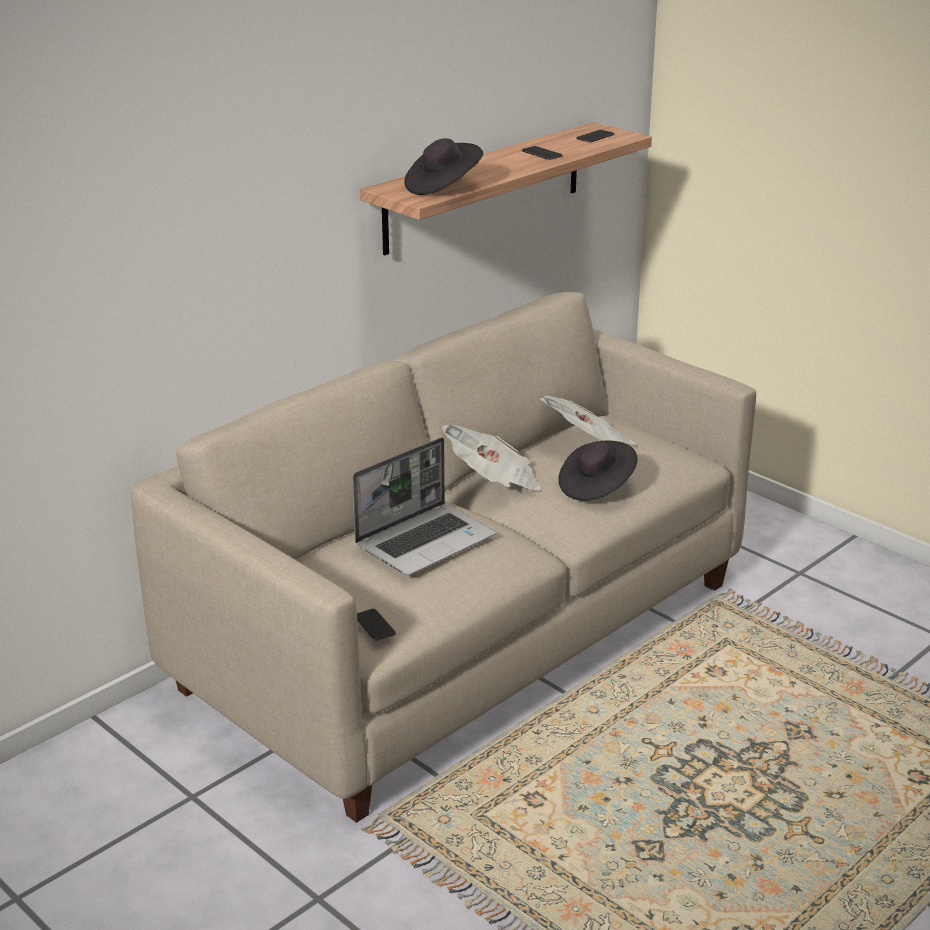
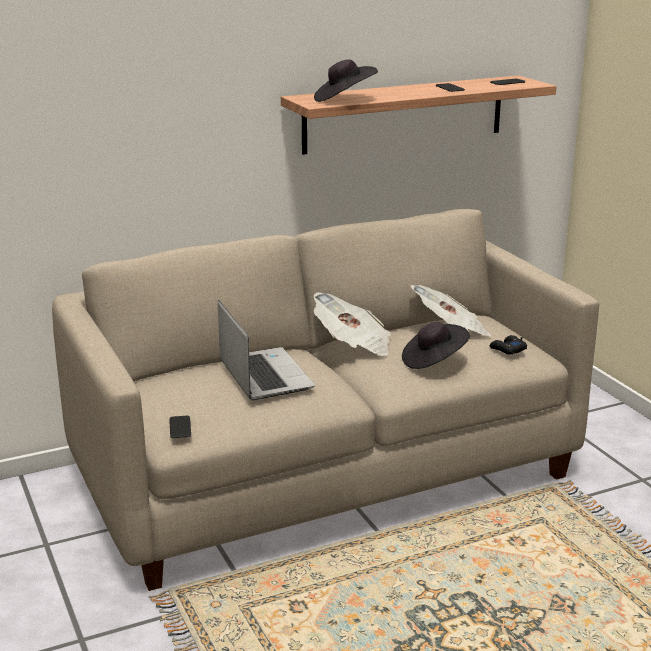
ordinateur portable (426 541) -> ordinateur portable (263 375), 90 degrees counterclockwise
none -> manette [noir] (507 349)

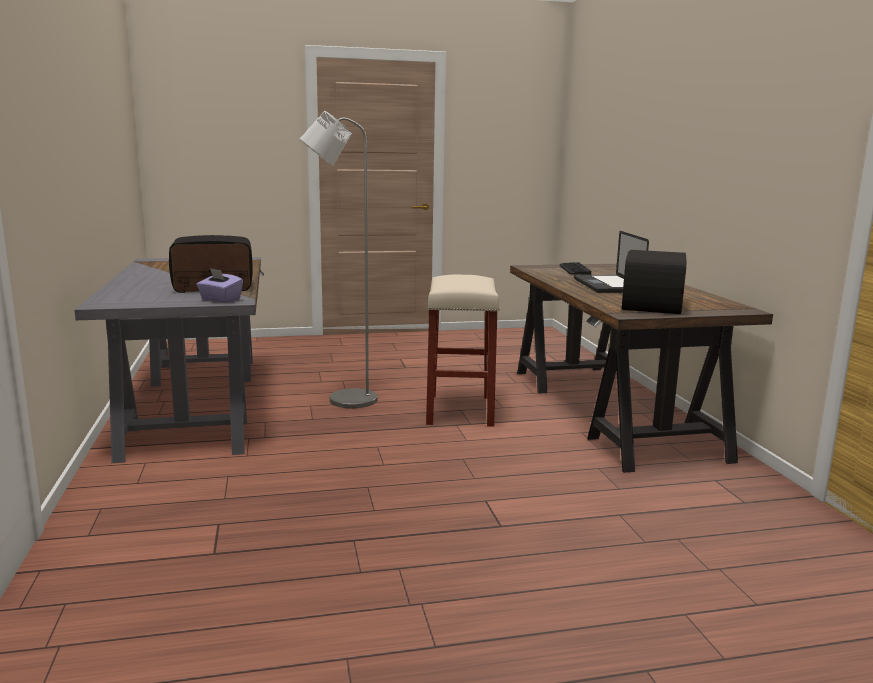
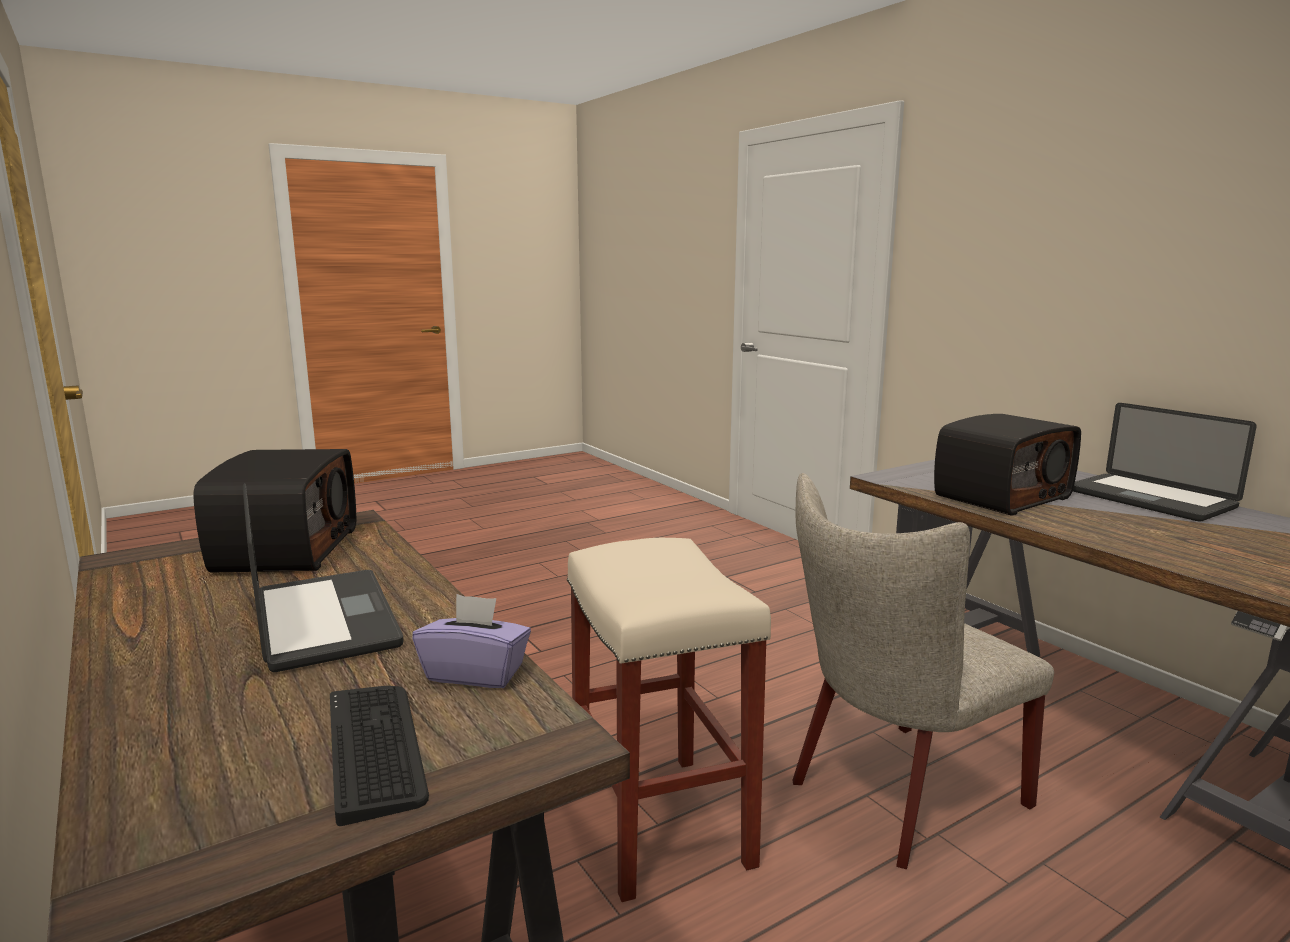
lampadaire [gris] (343 400) -> chaise [beige] (897 796)
boîte à mouchoirs [violet] (220 300) -> boîte à mouchoirs [violet] (475 673), move
none -> ordinateur portable (1149 499)

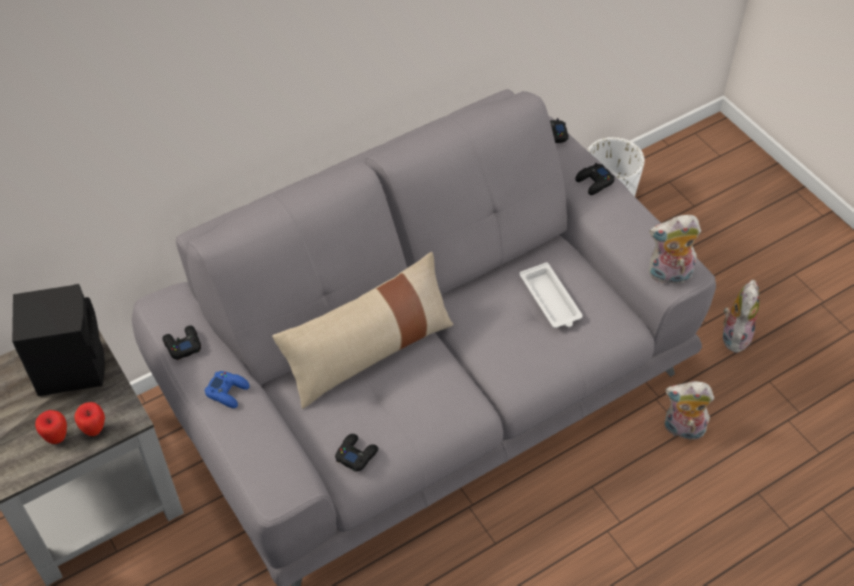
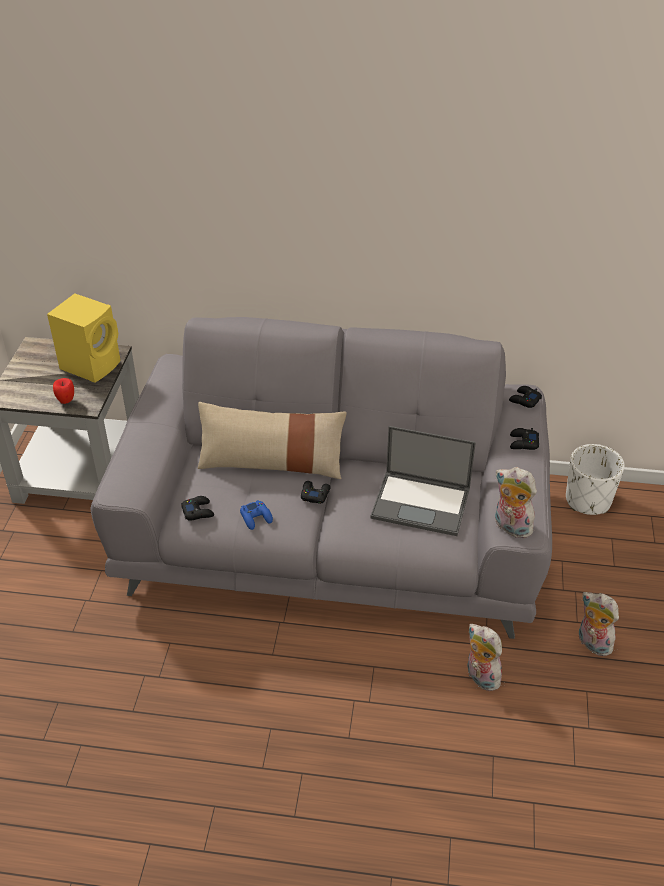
plateau [blanc] (550 300) -> ordinateur portable (422 503)
peluche (734 335) -> peluche (592 643), 105 degrees counterclockwise
enceinte [noir] (71 365) -> enceinte [jaune] (92 364)
manette [noir] (182 345) -> manette [noir] (315 494), move
manette [bleu] (228 391) -> manette [bleu] (256 517), move
pomme (57 437) -> none

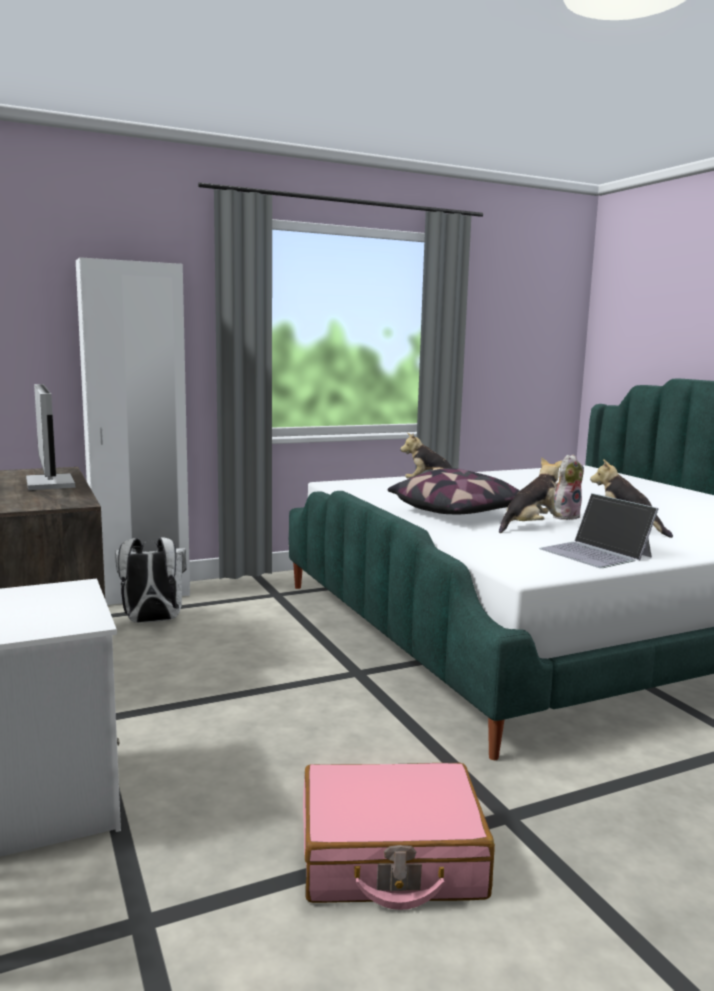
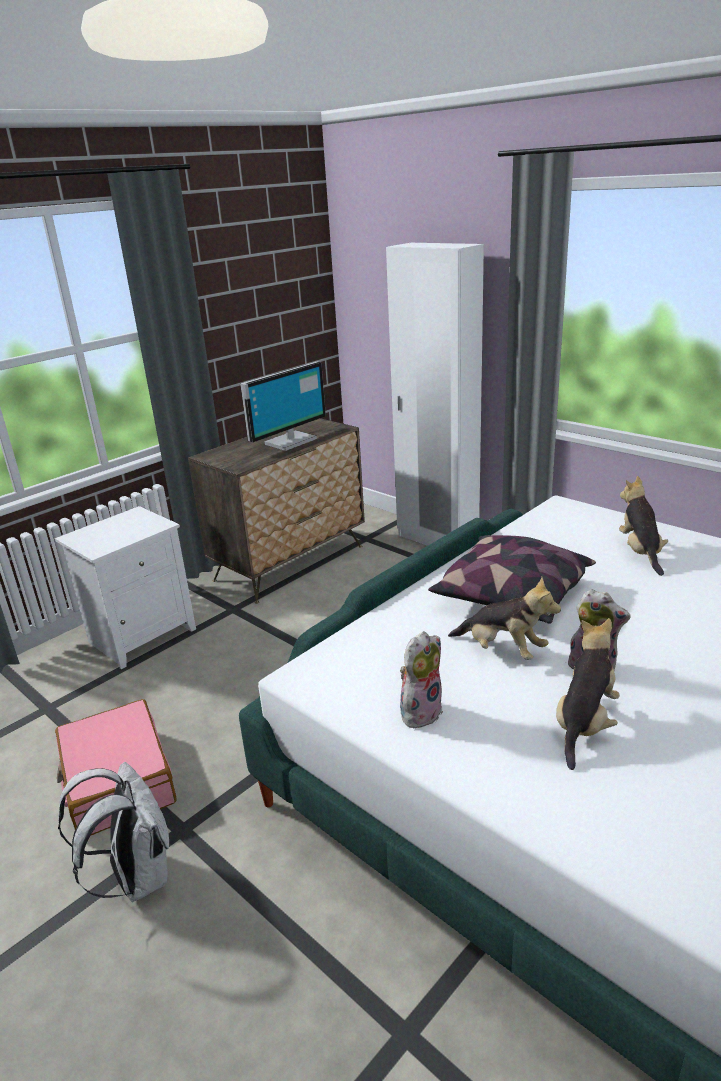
ordinateur portable (596 553) -> peluche (420 711)
sac à dos [blanc] (152 621) -> sac à dos [blanc] (136 876), move

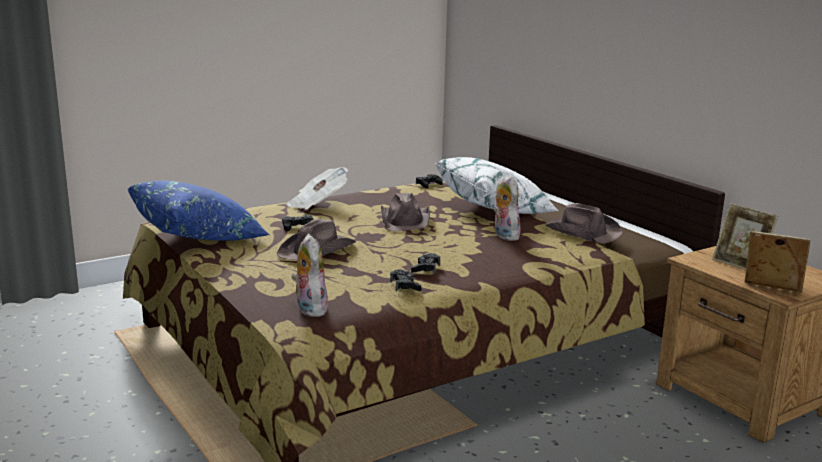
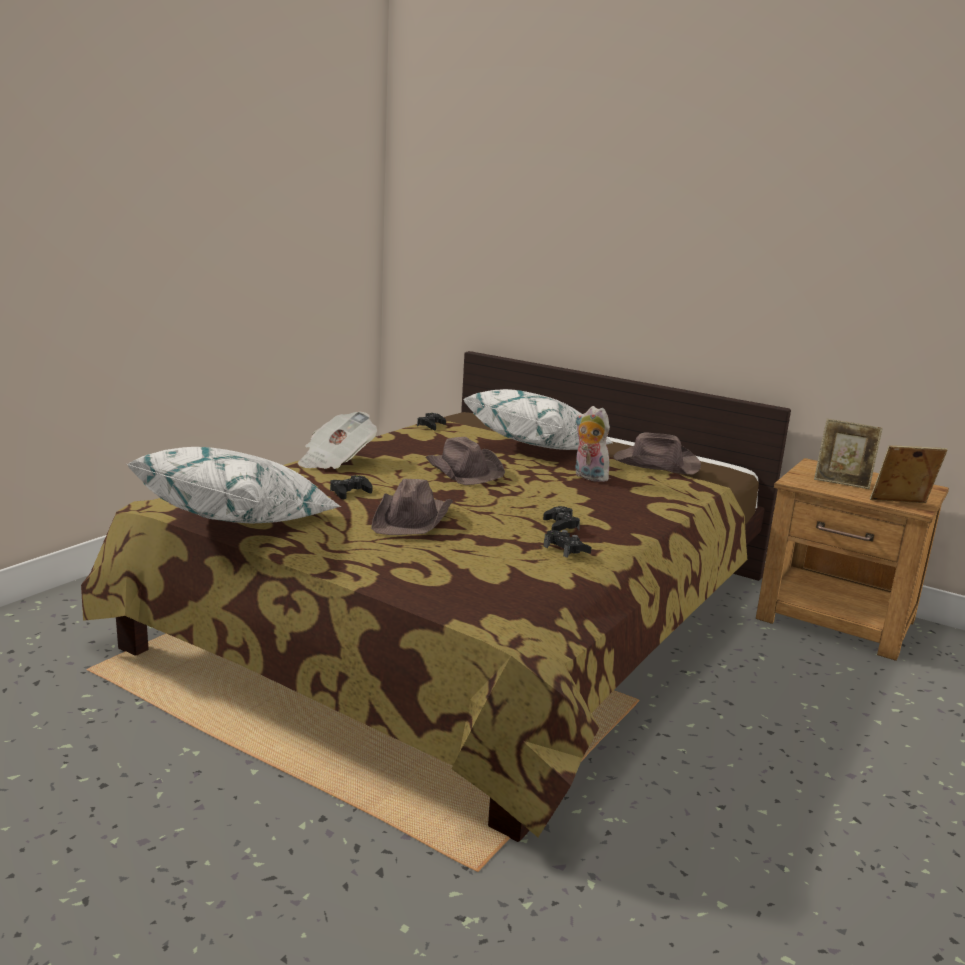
coussin [bleu] (200 237) -> coussin [blanc] (240 520)
peluche (309 309) -> none

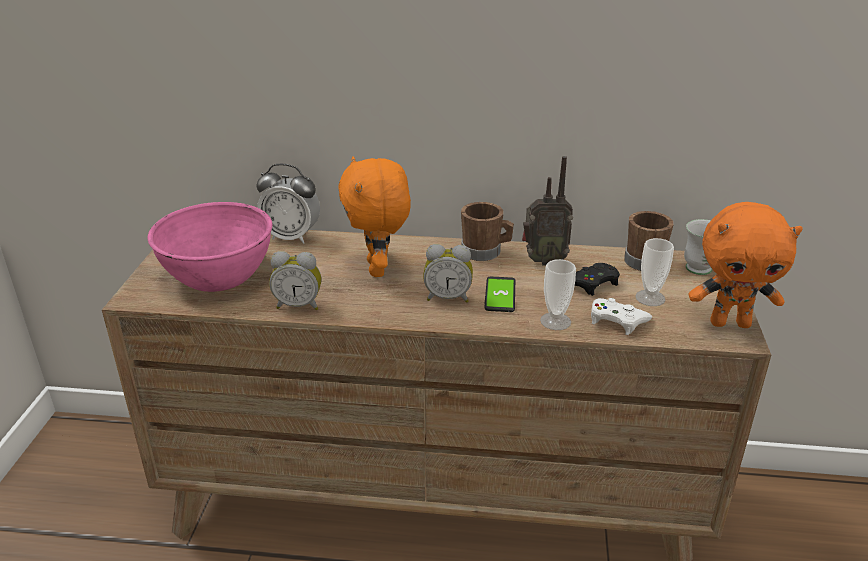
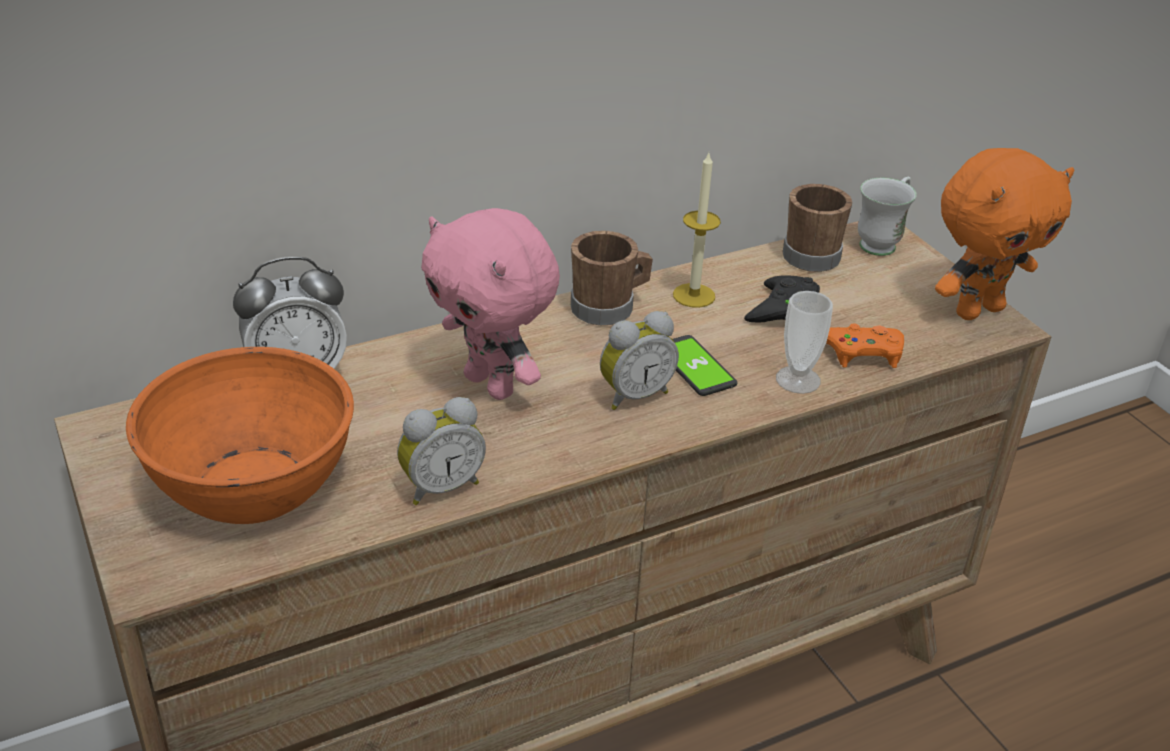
peluche [orange] (379 269) -> peluche [rose] (492 385)
radio (543 260) -> bougie (694 295)
bol [rose] (218 275) -> bol [orange] (252 485)
tasse (650 298) -> none
manette [blanc] (617 320) -> manette [orange] (863 352)

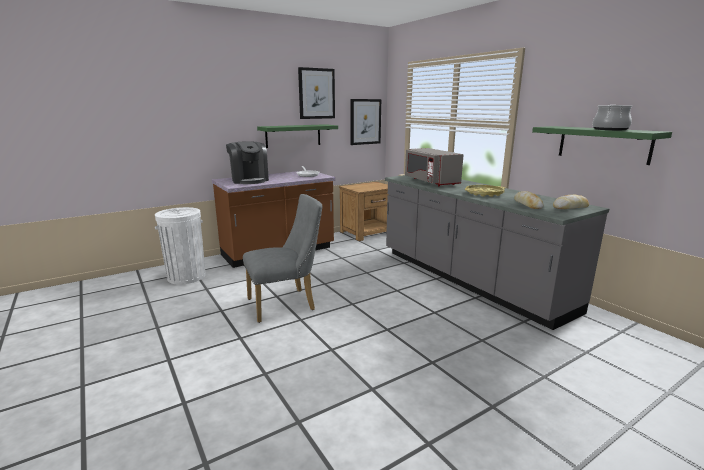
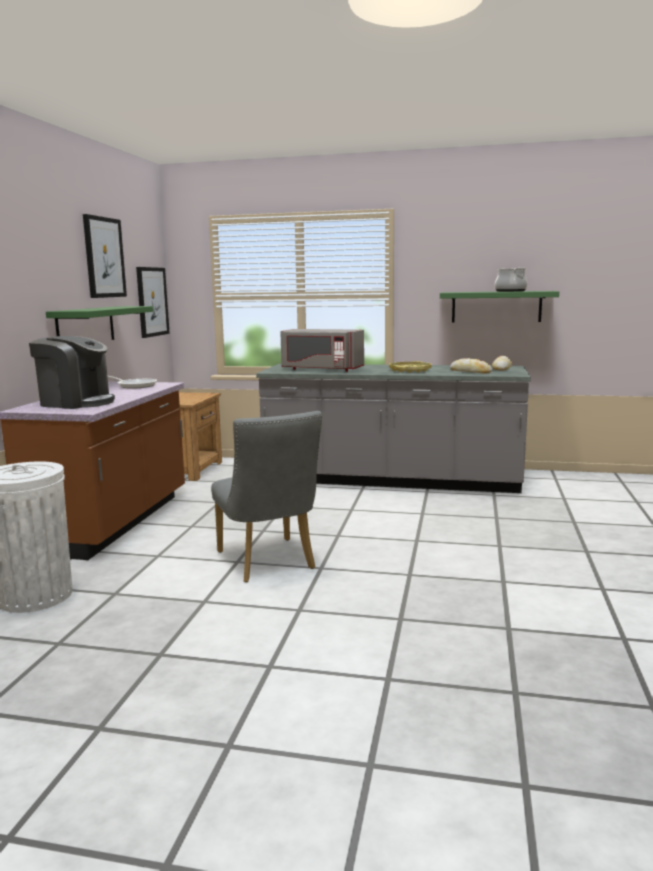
chaise [gris] (286 304) -> chaise [gris] (269 563), 135 degrees clockwise

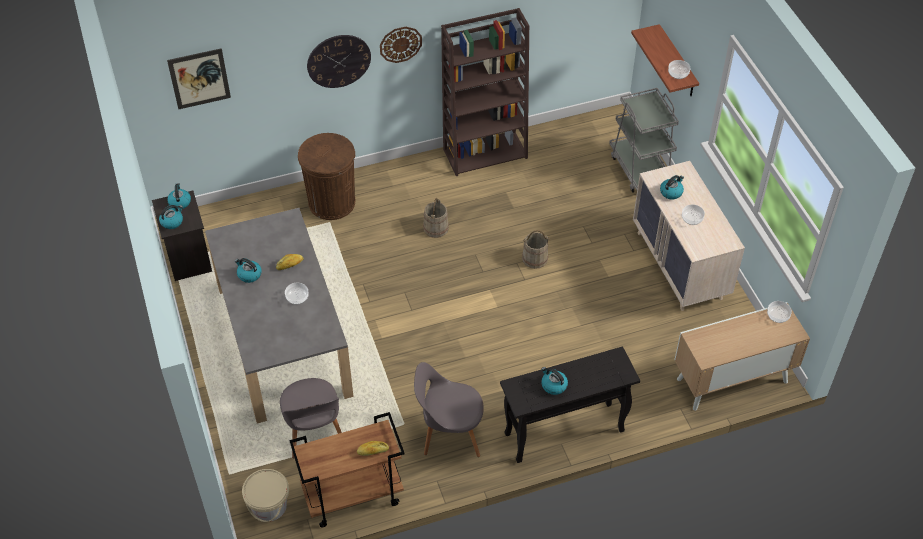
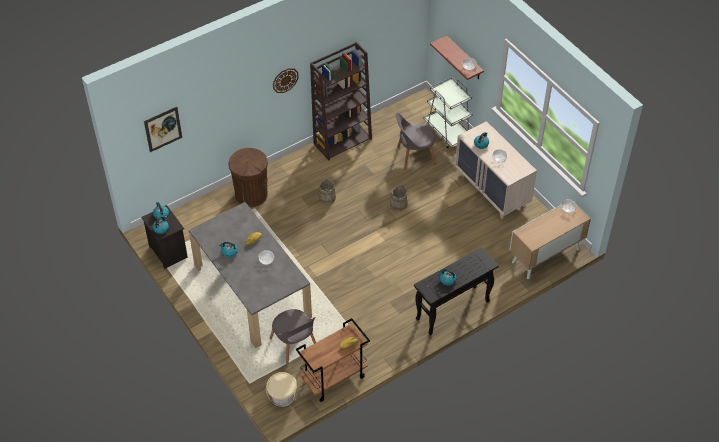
horloge murale (338 61) -> none
chaise [gris] (449 432) -> chaise [gris] (414 155), move

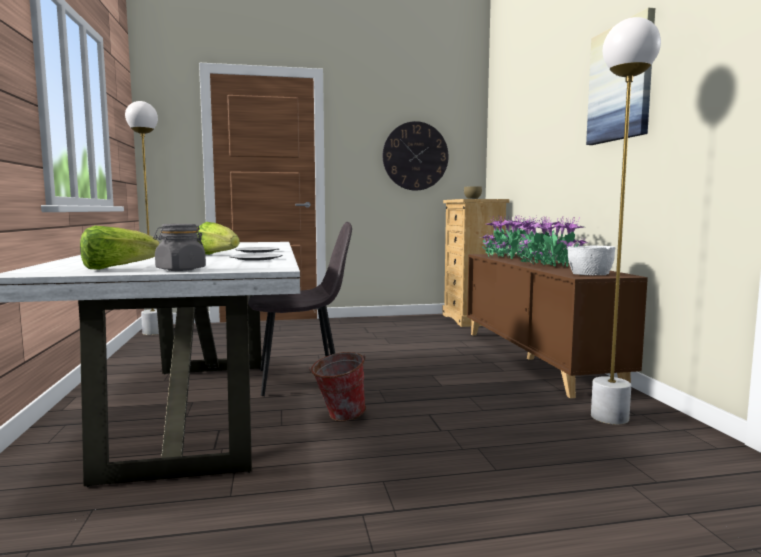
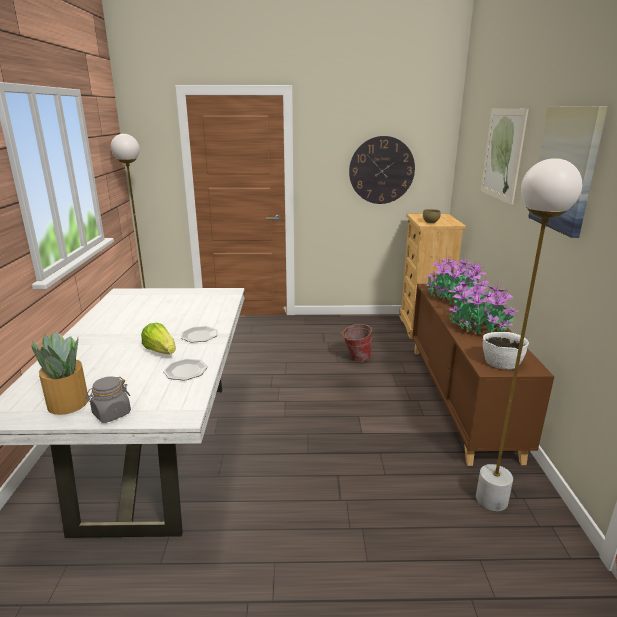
chaise [gris] (302 379) -> none
laitue (117 268) -> plante en pot (67 403)
seau (338 417) -> seau (355 359), move
none -> tableau (502 154)

